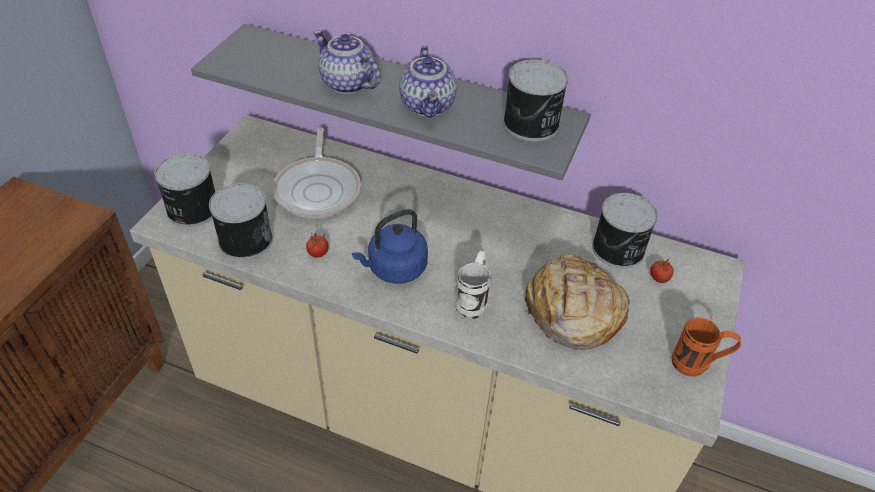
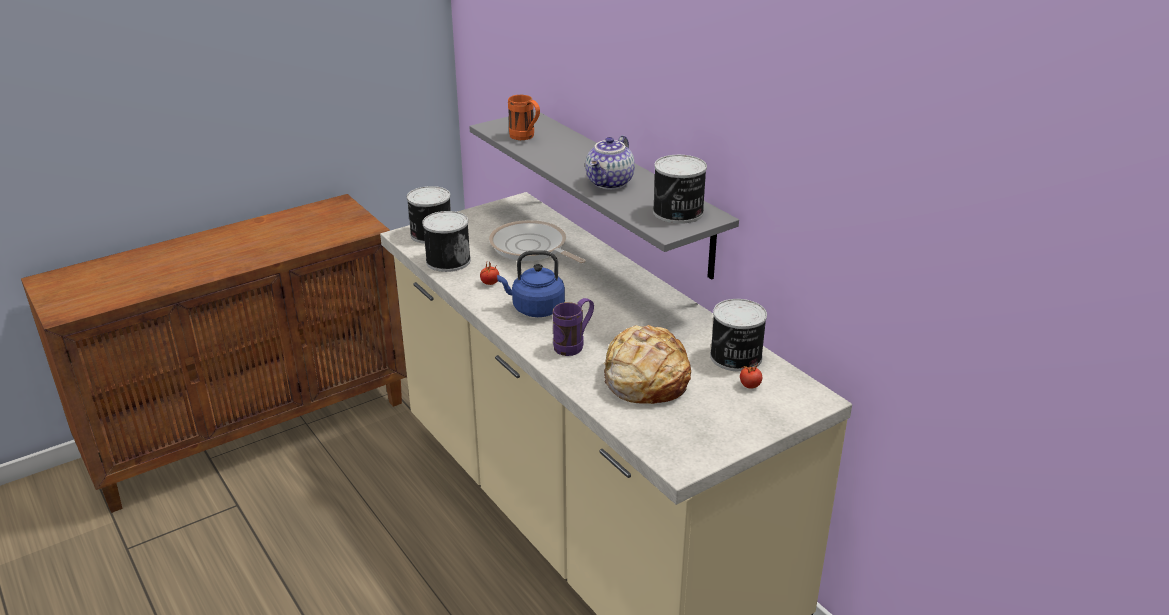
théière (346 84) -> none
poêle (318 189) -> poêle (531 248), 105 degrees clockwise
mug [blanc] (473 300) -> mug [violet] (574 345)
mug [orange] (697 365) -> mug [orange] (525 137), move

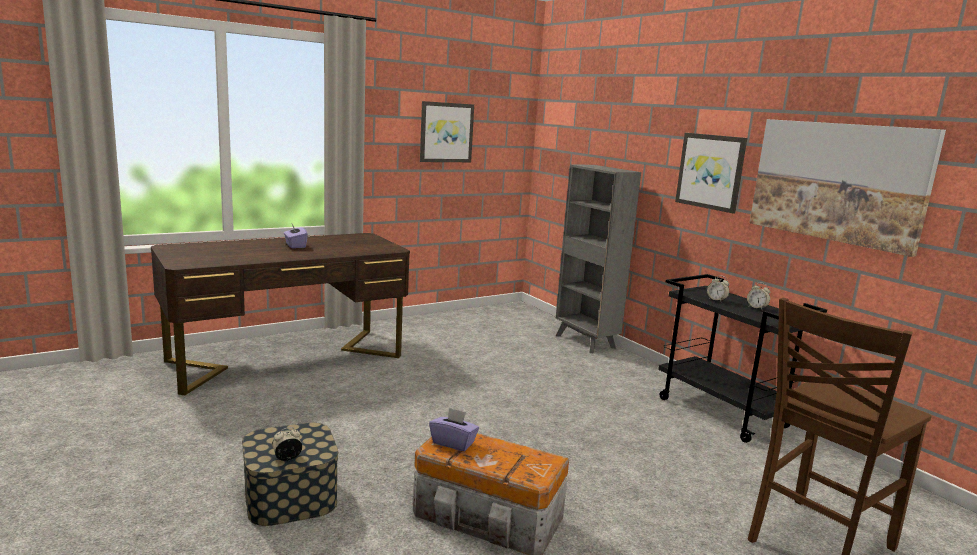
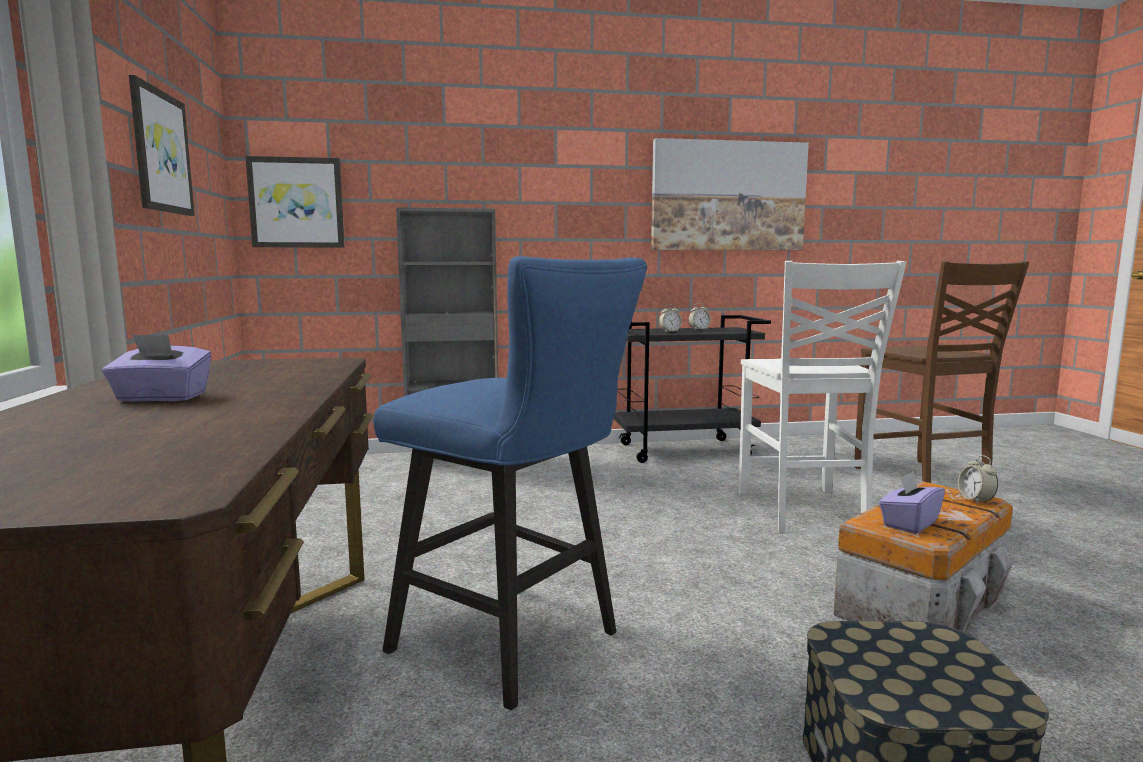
tableau (710 171) -> tableau (296 203), move
réveil (287 458) -> réveil (975 500), move
none -> tabouret [bleu] (517 645)
none -> chaise [blanc] (802 511)

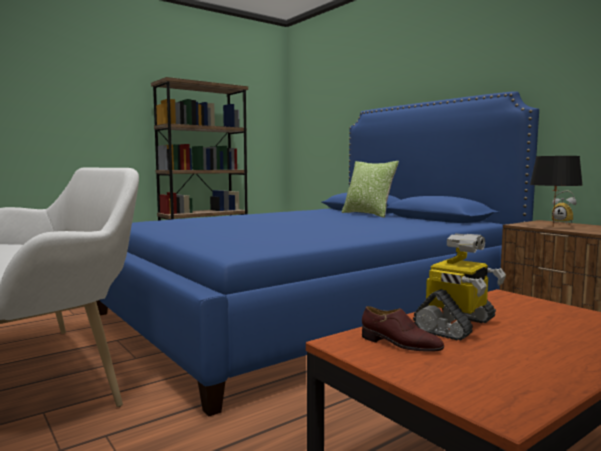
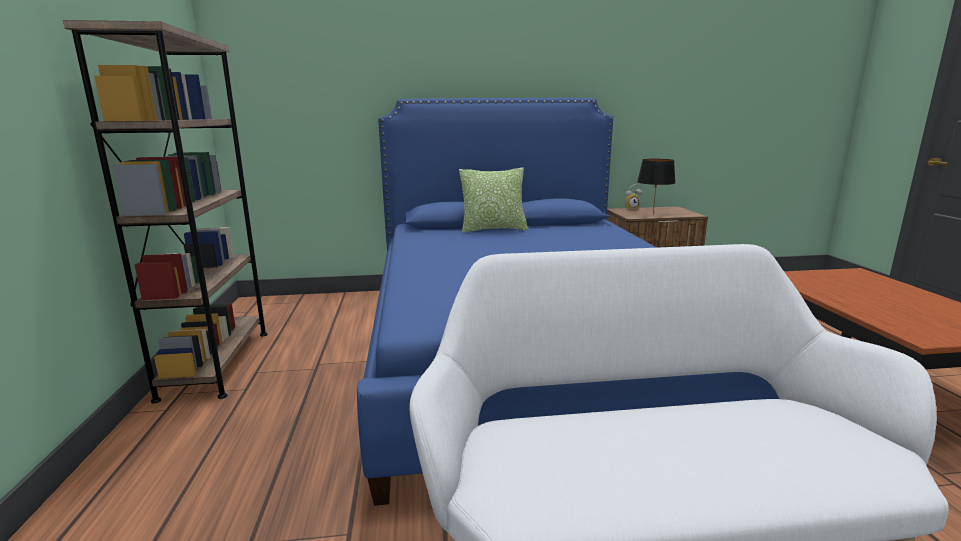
robot jouet (457 326) -> none
chaussure [marron] (400 344) -> none

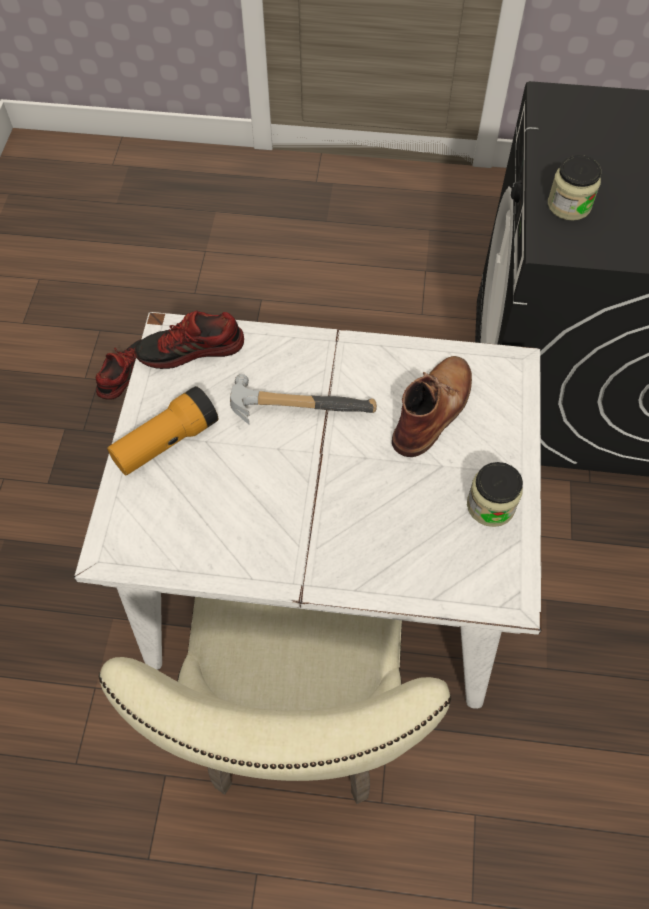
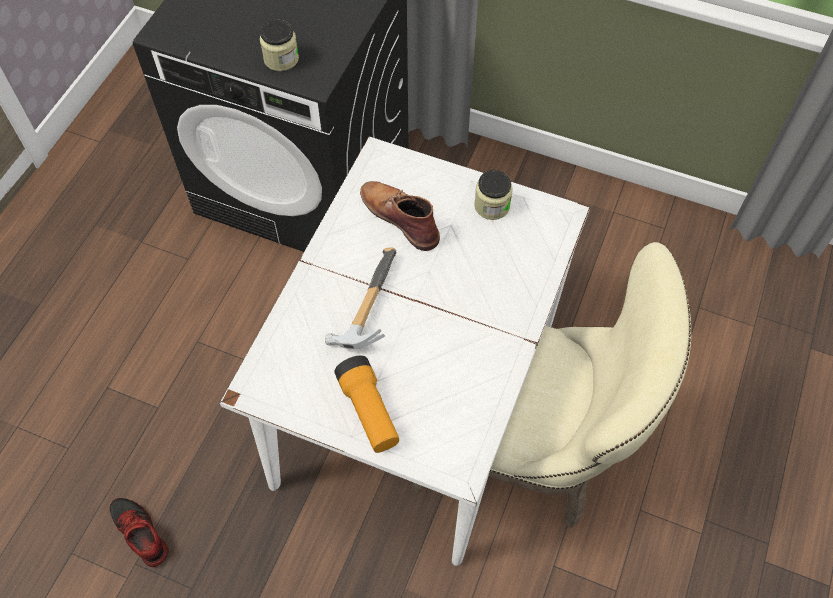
chaussure (191 350) -> none

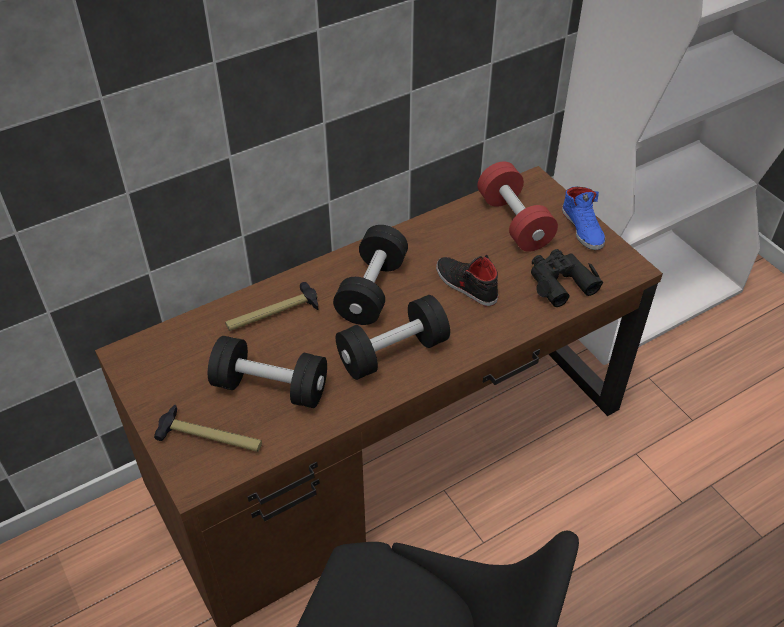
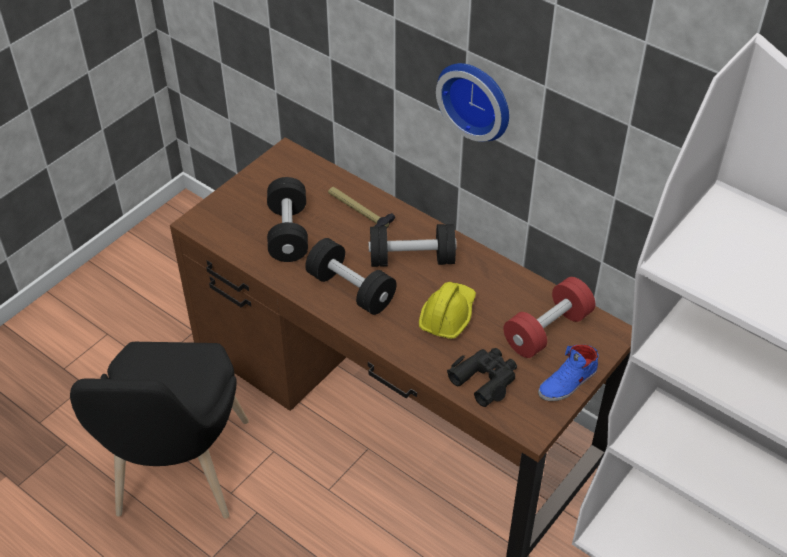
chaussure [noir] (465 285) -> casque de chantier [jaune] (447 315)
marteau (211 437) -> none
none -> horloge murale (477 98)

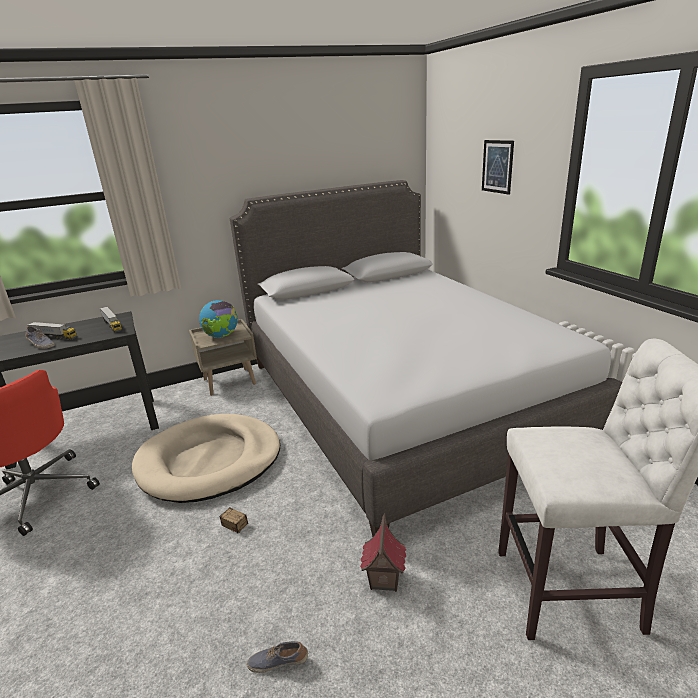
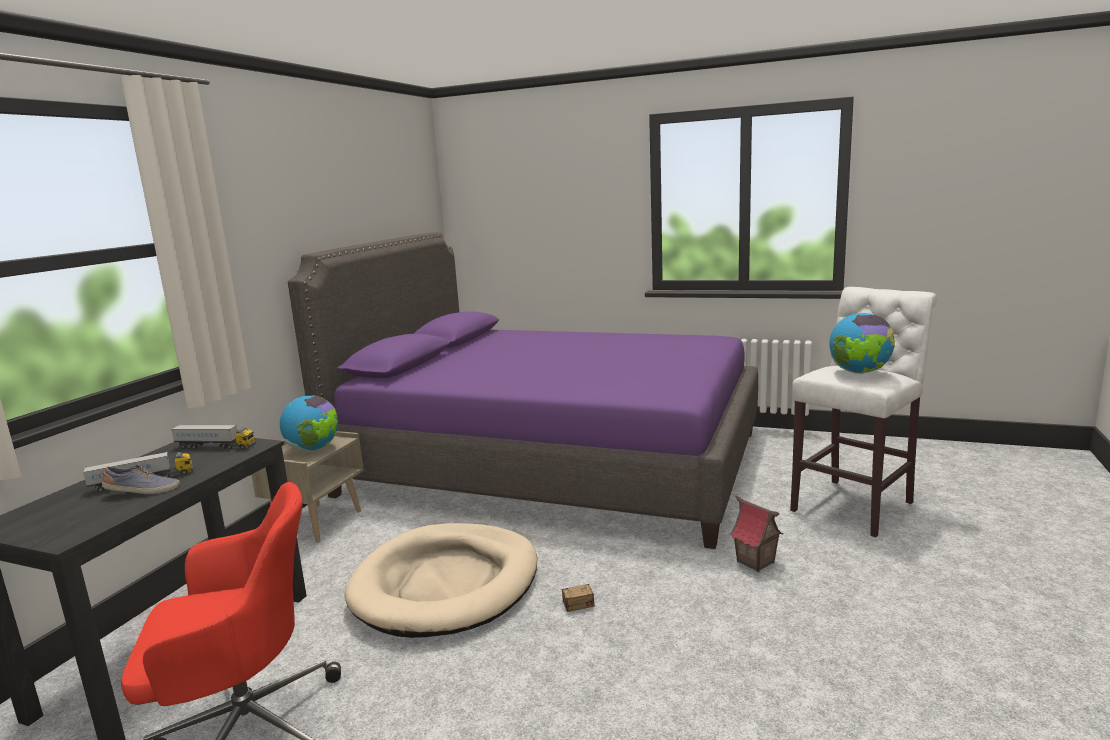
tableau (497 166) -> none
lit [gris] (400 400) -> lit [violet] (553 464)
chaussure (278 662) -> none
none -> globe (859 372)

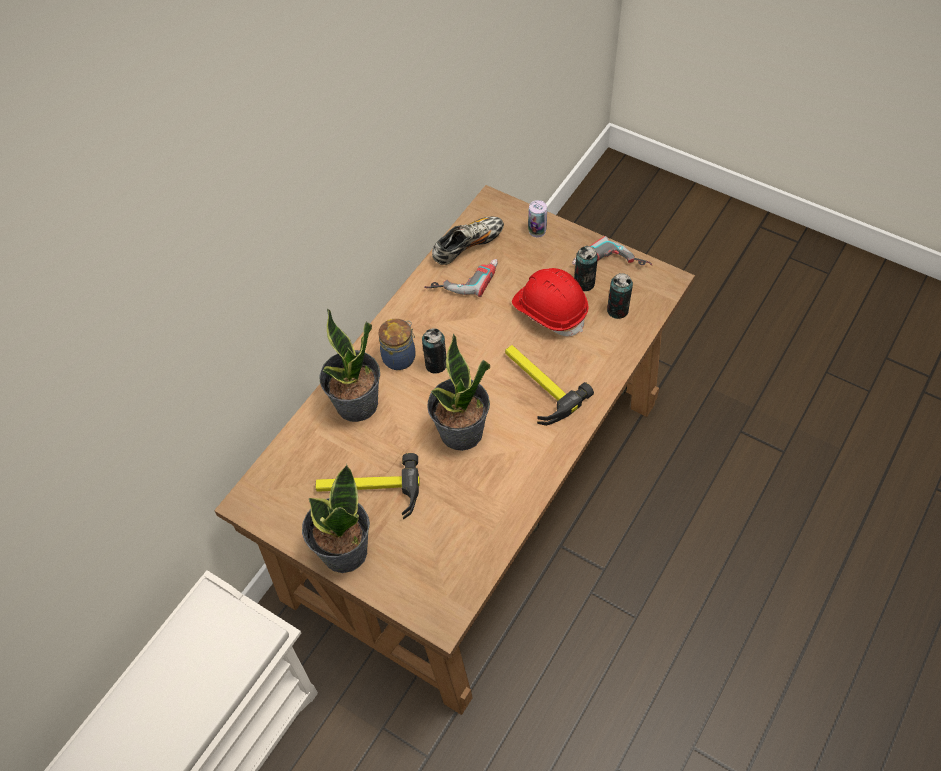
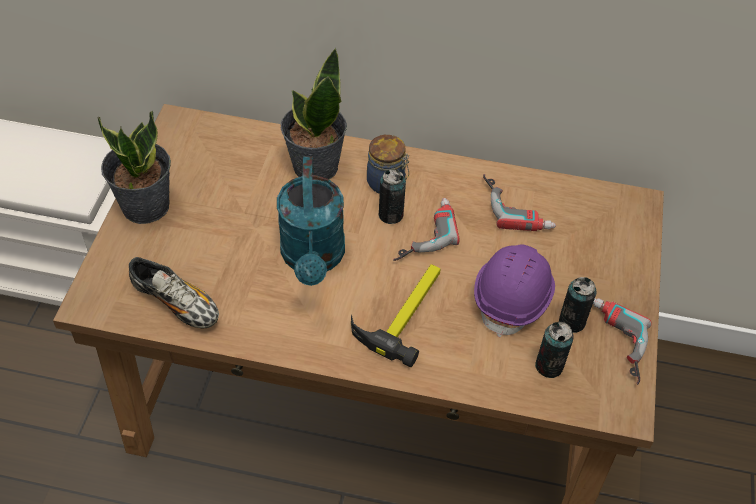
boîte métallique (537 231) -> none
chaussure (468 246) -> chaussure (176 303), move
casque de chantier [rouge] (550 310) -> casque de chantier [violet] (513 297)
plante en pot (460 432) -> arrosoir [turquoise] (313 259)
marteau (368 491) -> none
none -> perceuse (422 232)

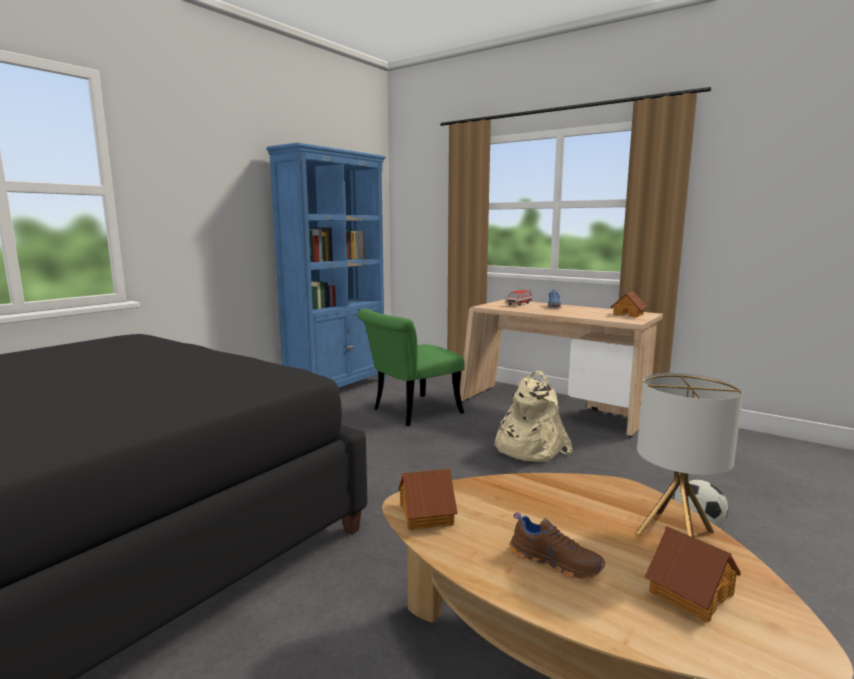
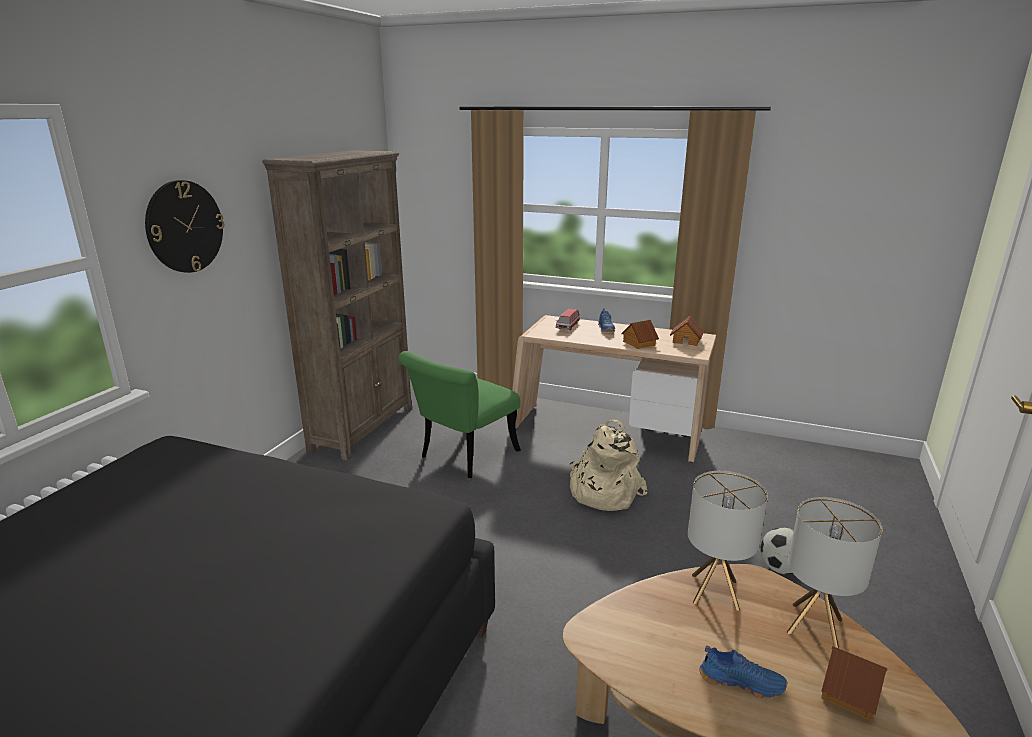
bibliothèque [bleu] (338 388) -> bibliothèque [marron] (363 428)
maison miniature (425 514) -> maison miniature (638 343), move
chaussure [marron] (555 562) -> chaussure [bleu] (741 681)
none -> horloge murale (184 227)
none -> lampe de table (715 591)

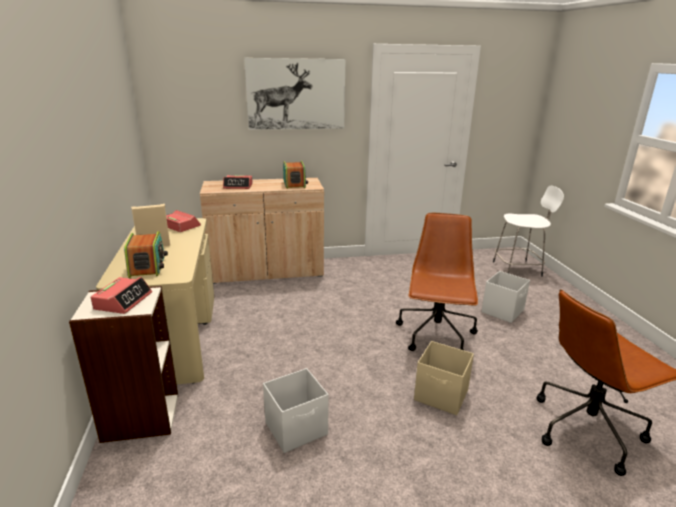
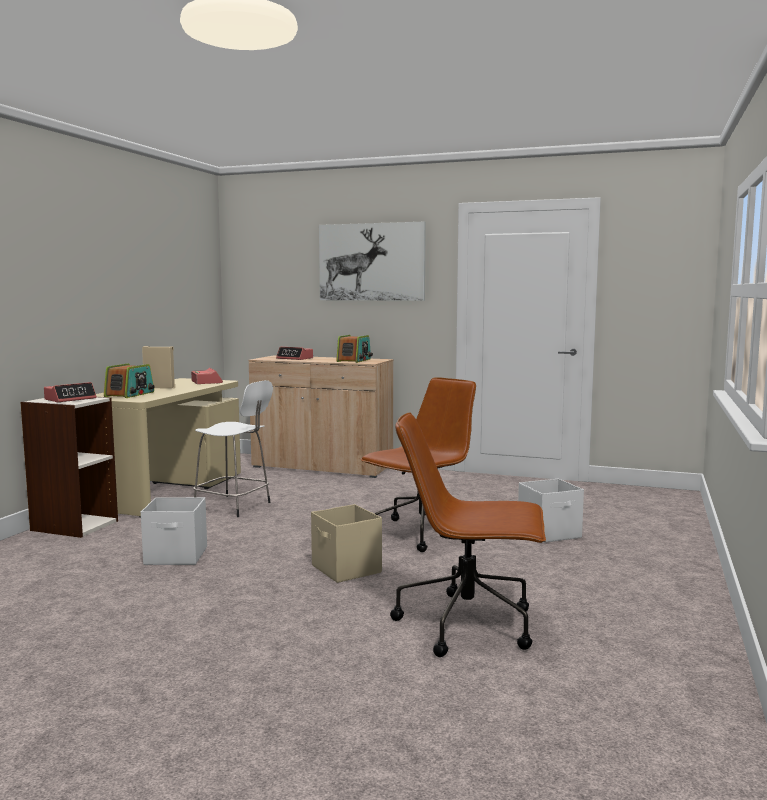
tabouret [blanc] (518 269) -> tabouret [blanc] (234 506), move

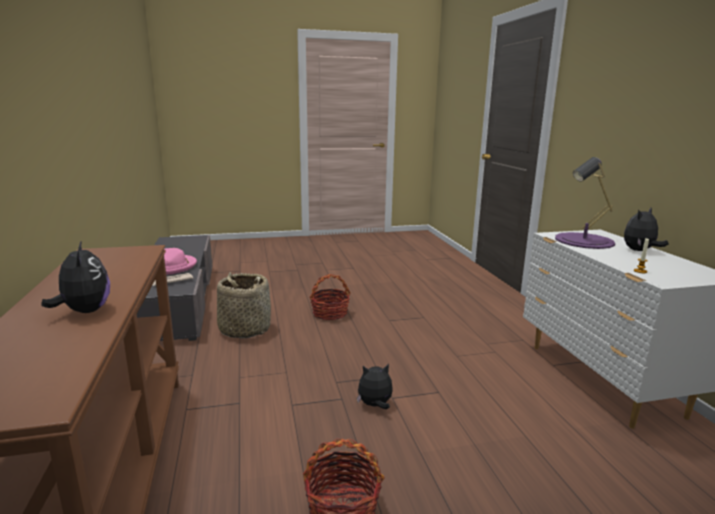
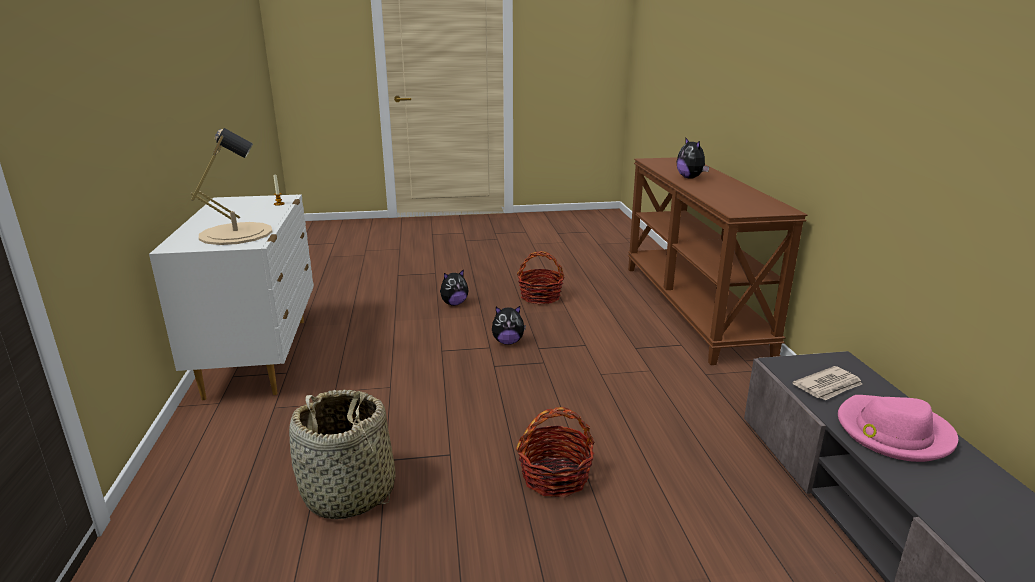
lampe de table [violet] (584 241) -> lampe de table [beige] (236 233)
peluche (639 251) -> peluche (454 304), move
panier (244 329) -> panier (349 493), move

